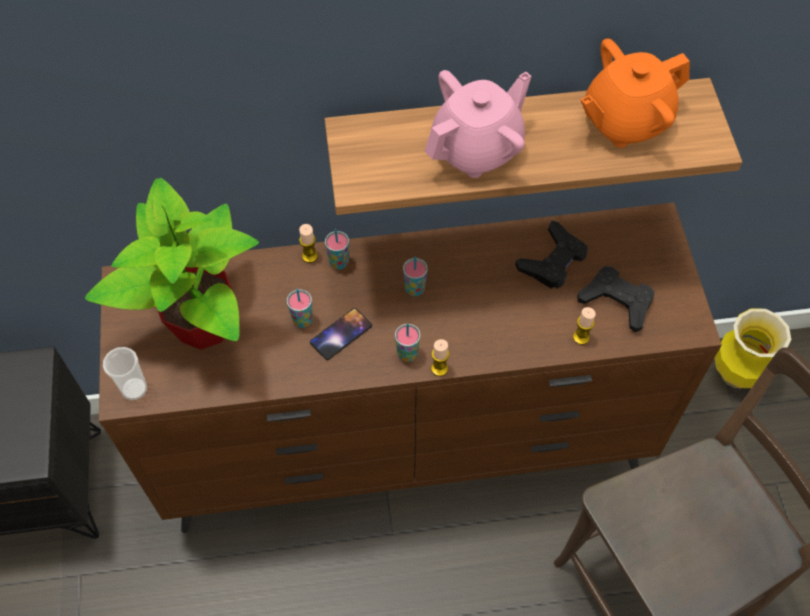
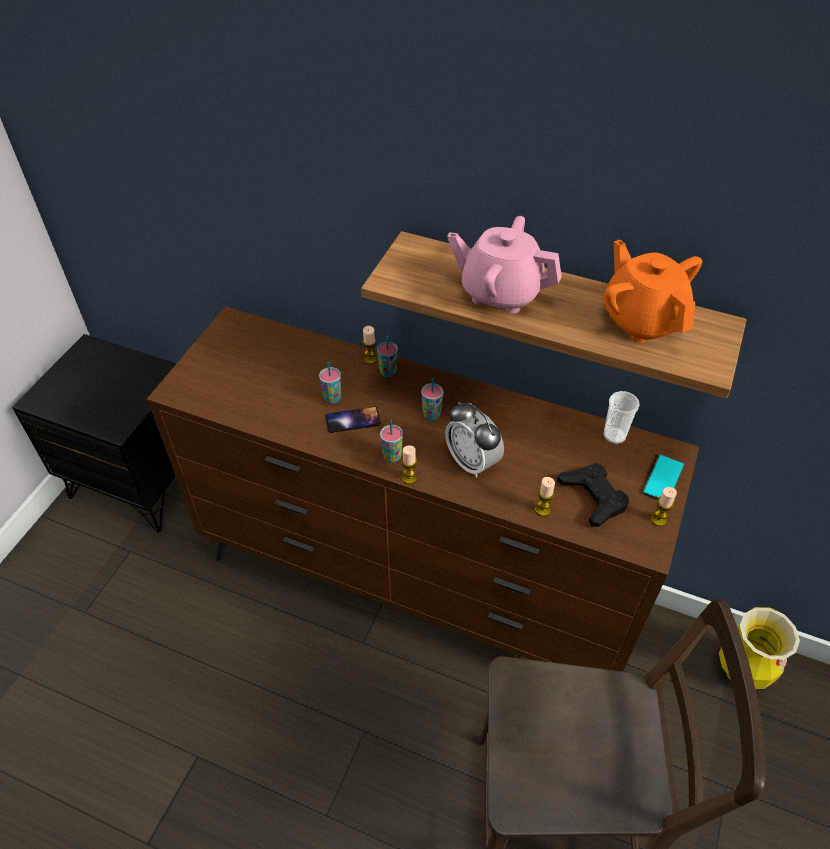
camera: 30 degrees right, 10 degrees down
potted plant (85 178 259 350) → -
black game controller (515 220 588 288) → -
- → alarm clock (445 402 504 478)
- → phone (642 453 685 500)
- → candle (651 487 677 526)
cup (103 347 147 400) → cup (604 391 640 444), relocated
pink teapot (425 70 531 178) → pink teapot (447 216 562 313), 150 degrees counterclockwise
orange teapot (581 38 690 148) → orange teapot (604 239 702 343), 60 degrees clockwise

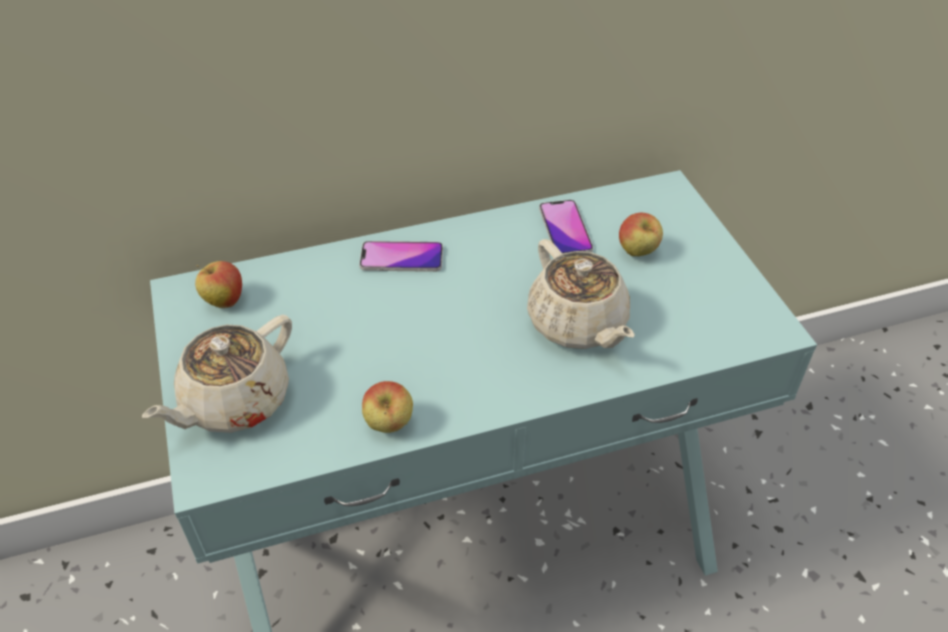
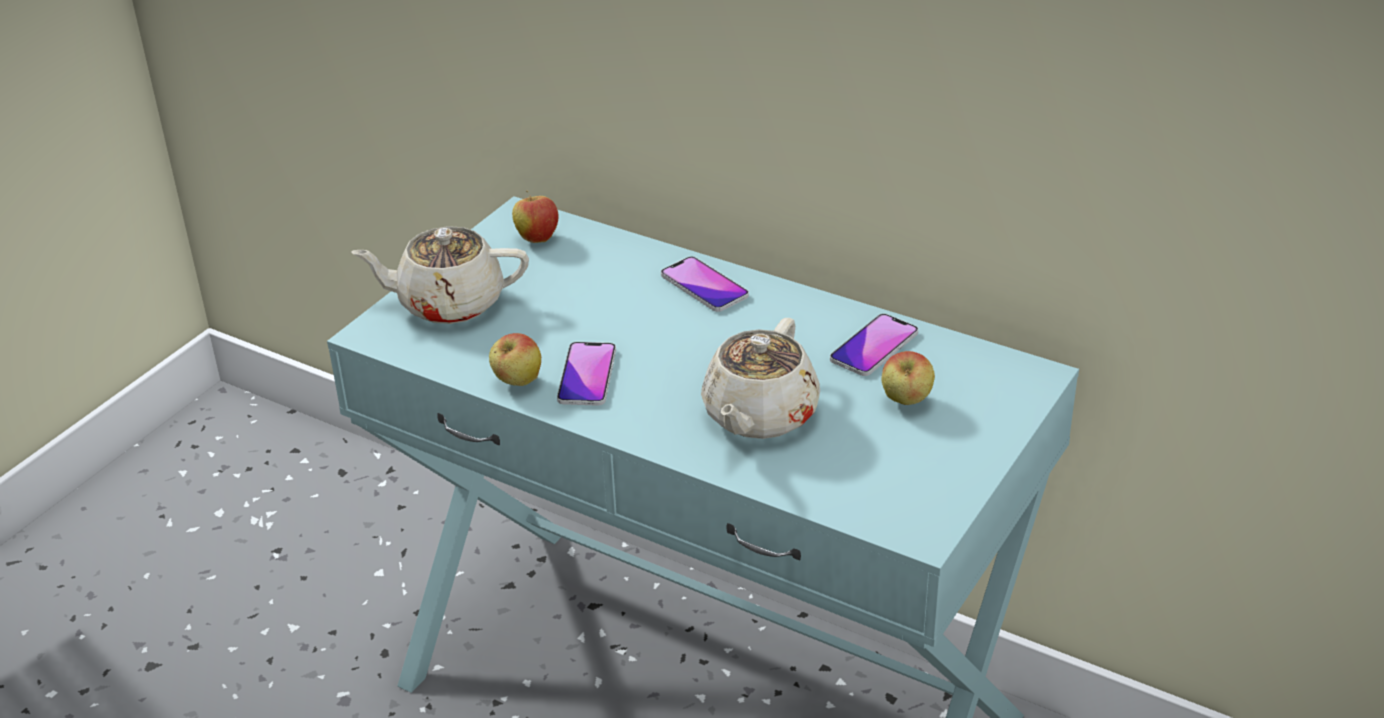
camera: 50 degrees right, 10 degrees down
- → phone (557 342 616 406)

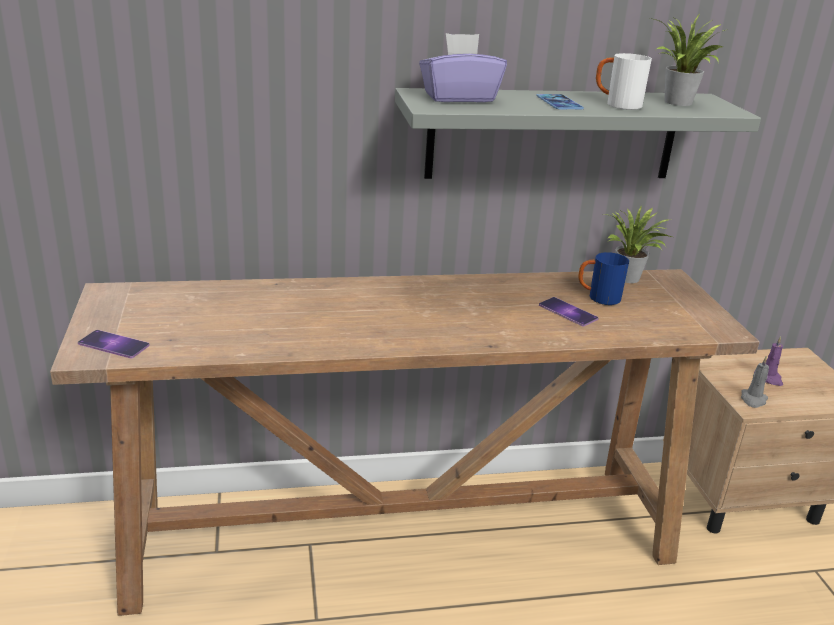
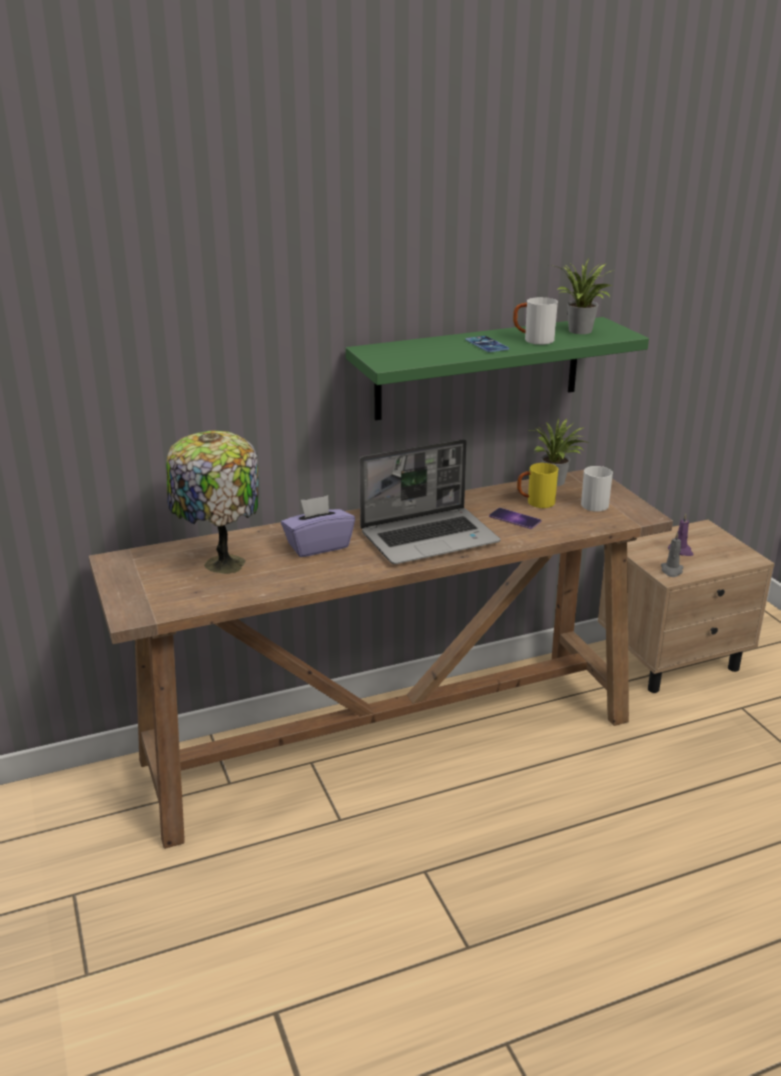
camera: 10 degrees left, 0 degrees up
phone (78 330 150 358) → -
- → table lamp (166 431 259 574)
- → laptop (360 439 500 564)
- → white mug (581 466 613 512)
purple tissue box (419 33 507 102) → purple tissue box (281 495 355 557), relocated
grey shelf (395 88 761 179) → green shelf (346 317 649 421)
blue mug (578 252 629 305) → yellow mug (517 463 558 508)

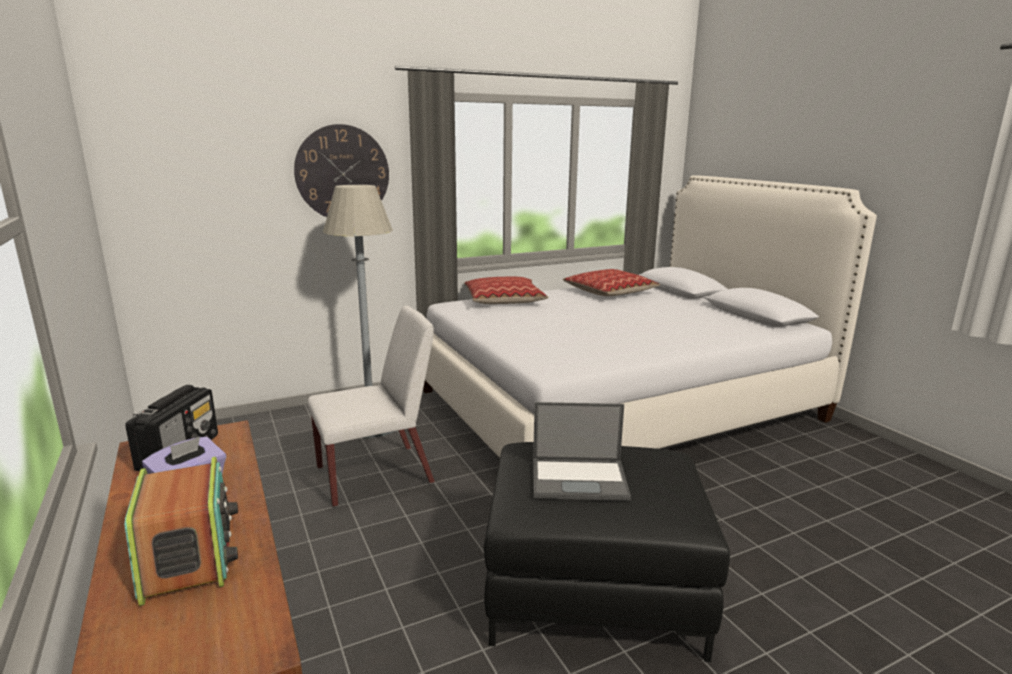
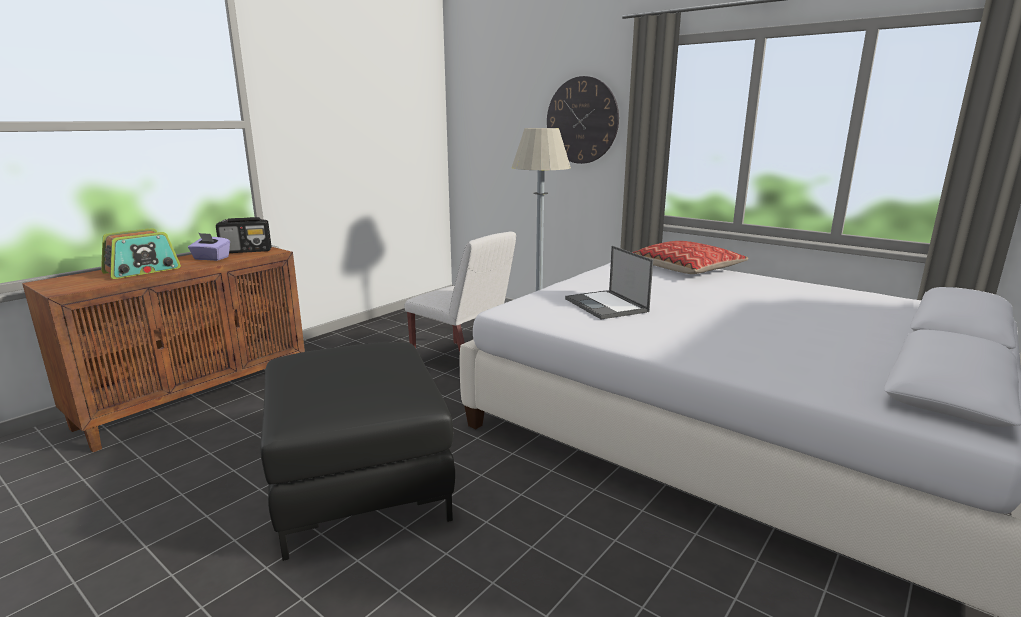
camera: 65 degrees right, 0 degrees up
pillow (563 269 661 296) → -
laptop (533 402 631 501) → laptop (565 246 653 319), relocated

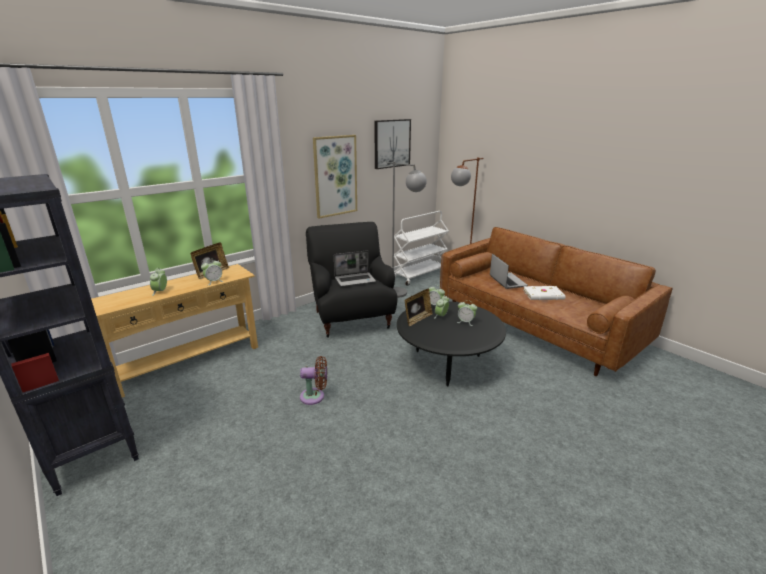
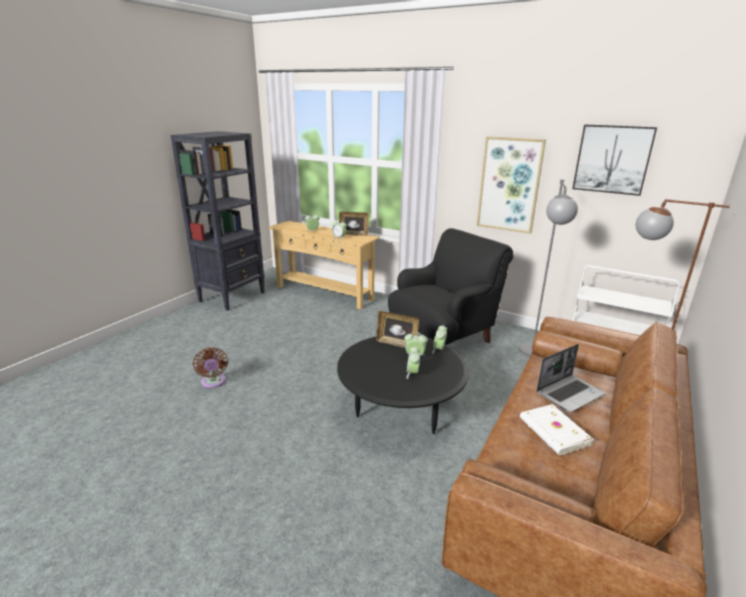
camera: 70 degrees right, 0 degrees up
laptop (334 250 376 286) → -
brown fan (300 356 327 405) → brown fan (193 347 228 388), relocated

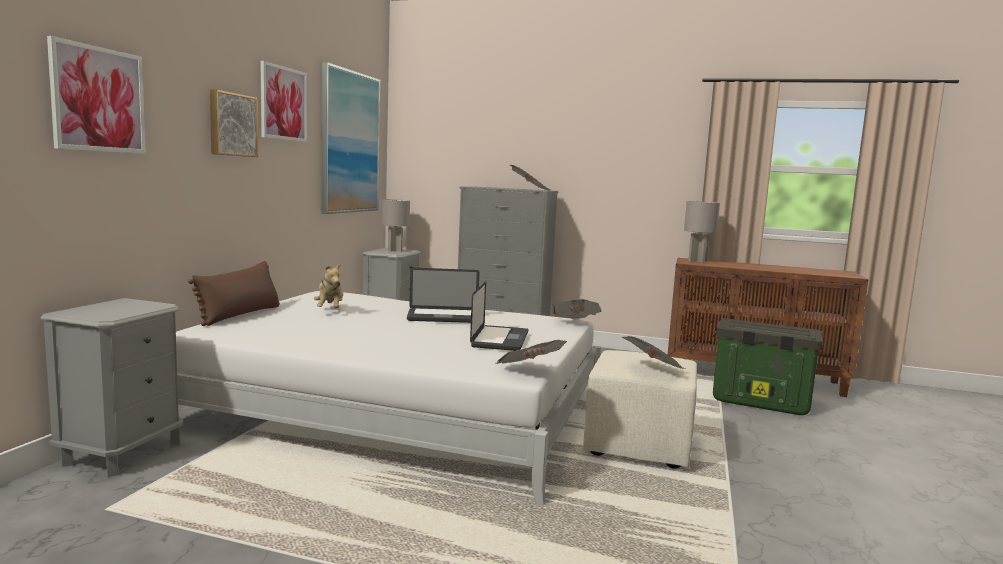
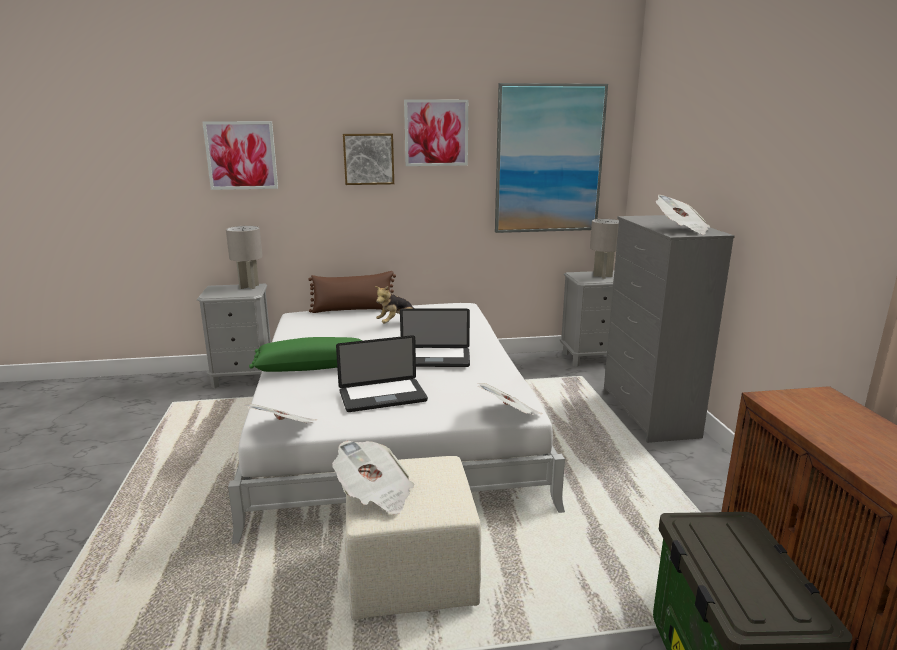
camera: 65 degrees right, 10 degrees up
- → green pillow (249 337 363 372)
grey table lamp (684 201 720 263) → grey table lamp (226 226 263 289), relocated
laptop (407 268 480 323) → laptop (400 308 470 367), 60 degrees counterclockwise

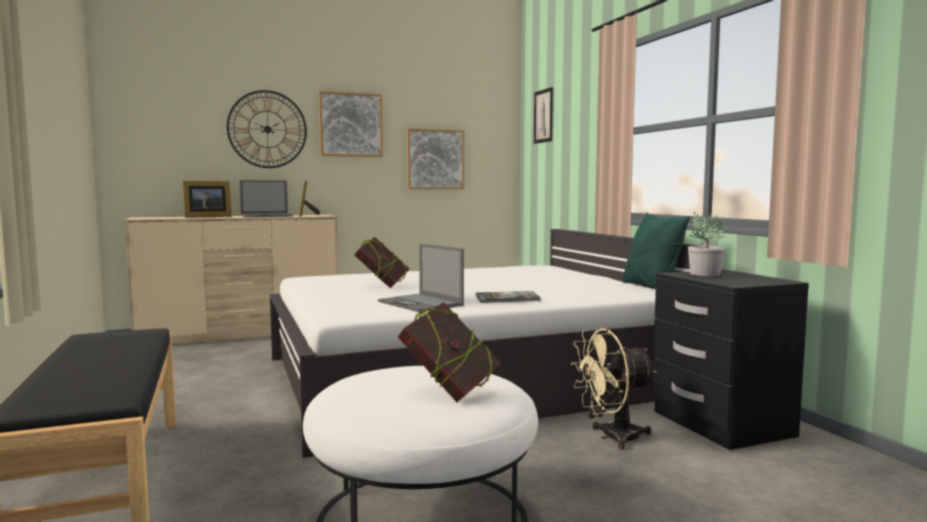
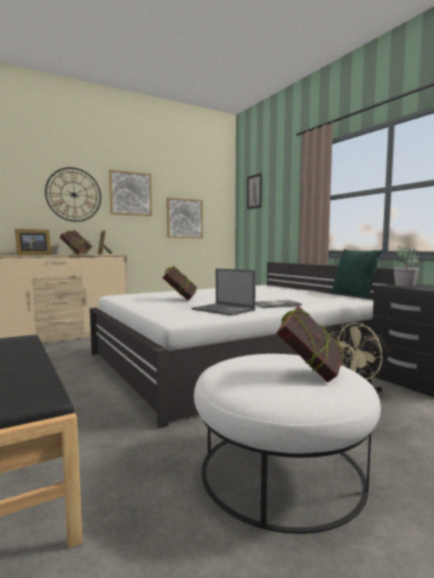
camera: 10 degrees left, 0 degrees up
laptop (240 180 293 217) → book (60 230 92 255)

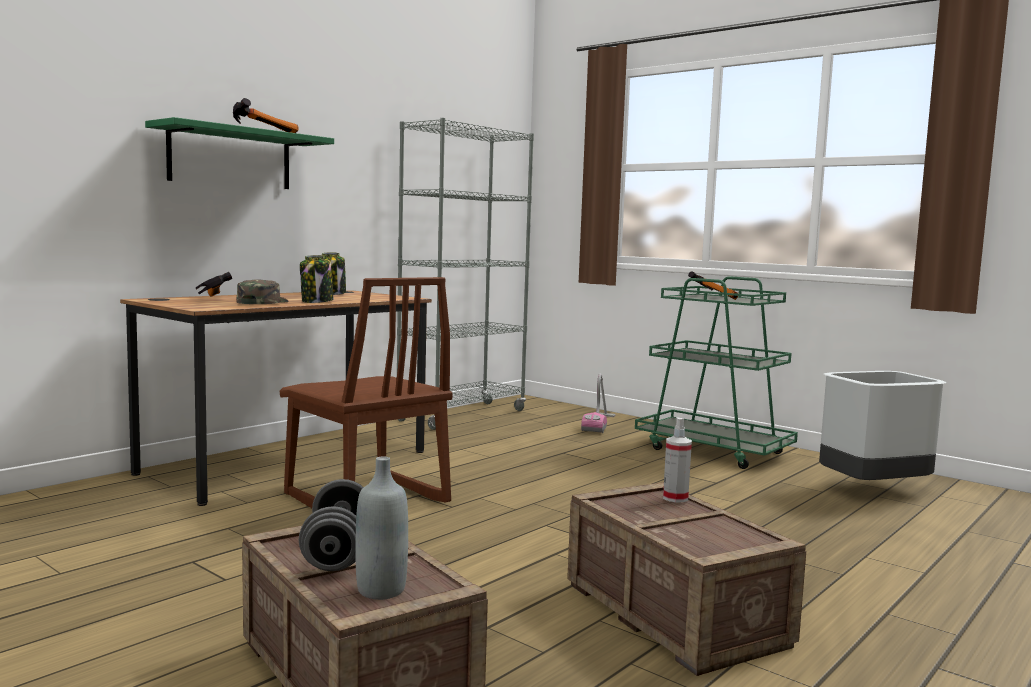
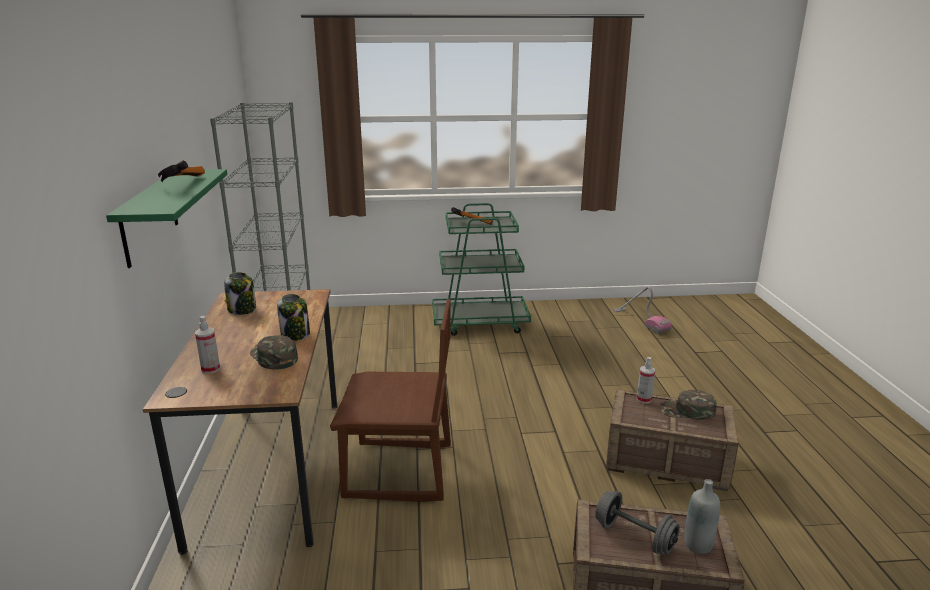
camera: 45 degrees left, 15 degrees up
grey trash can (819 371 946 480) → -
- → green cap (659 390 717 420)
vacuum cleaner (581 374 615 433) → vacuum cleaner (613 286 672 333), relocated
hammer (196 272 232 297) → spray bottle (195 316 220 374)

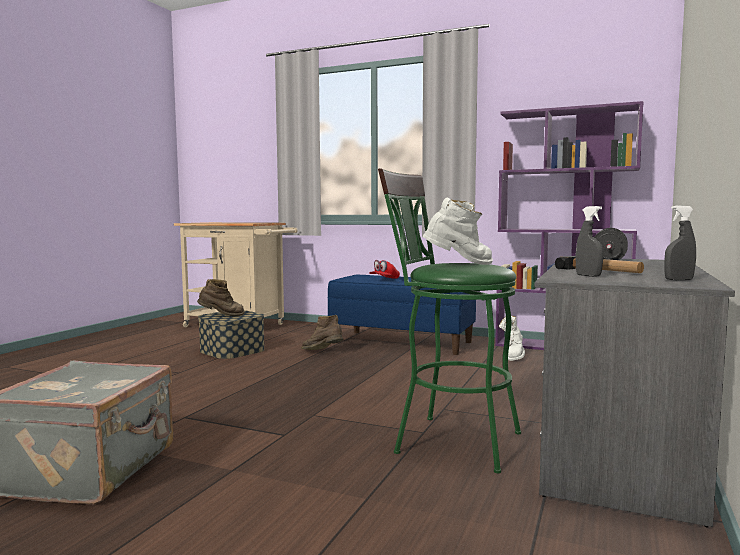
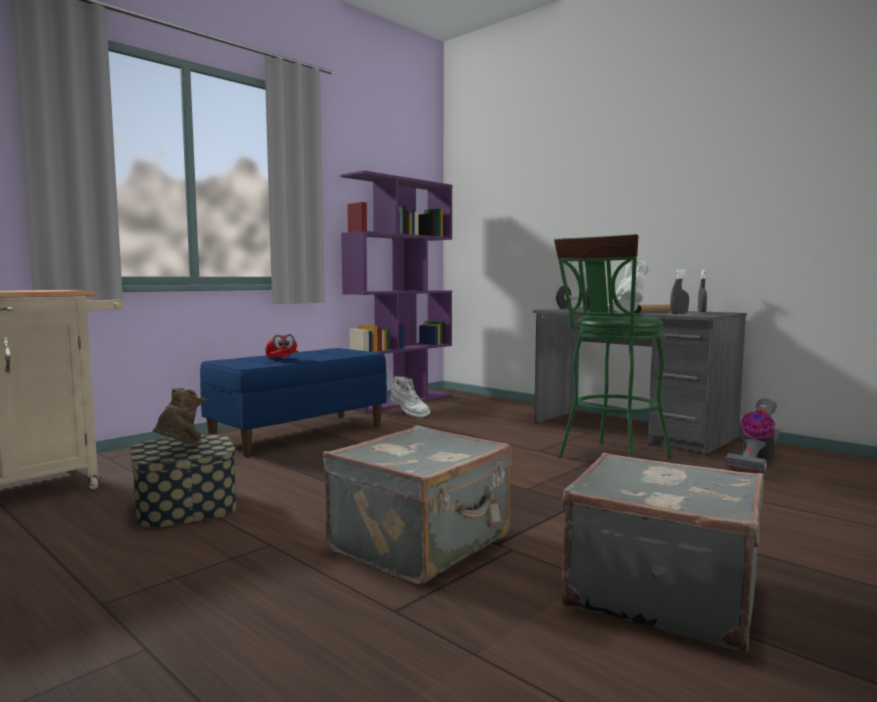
camera: 70 degrees left, 0 degrees up
brown boot (301 315 343 350) → -
- → grey suitcase (323 425 512 585)
- → vacuum cleaner (725 398 780 474)

